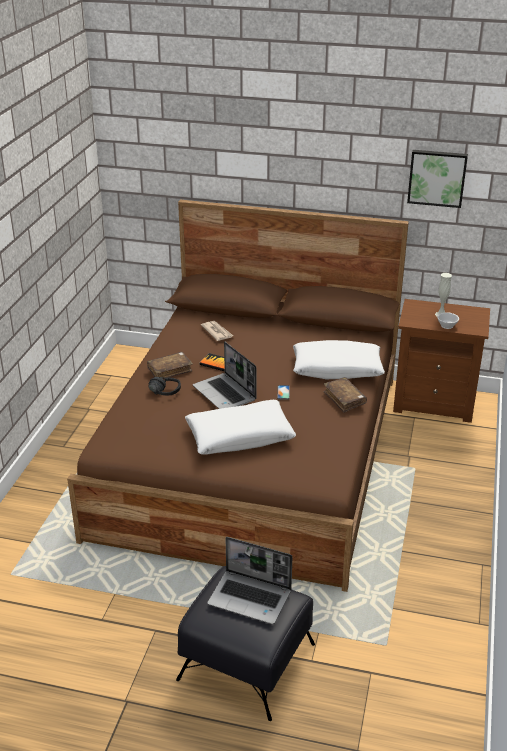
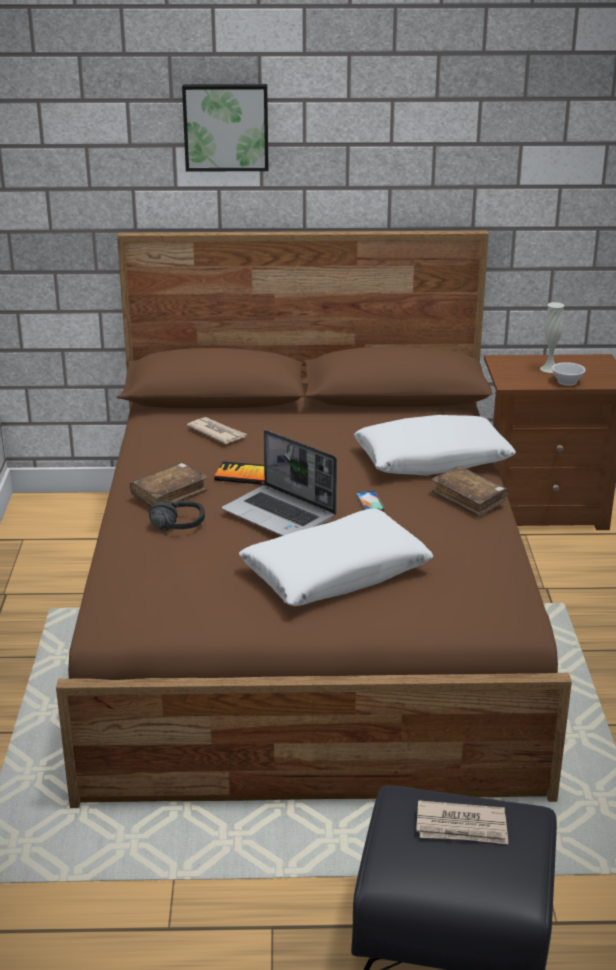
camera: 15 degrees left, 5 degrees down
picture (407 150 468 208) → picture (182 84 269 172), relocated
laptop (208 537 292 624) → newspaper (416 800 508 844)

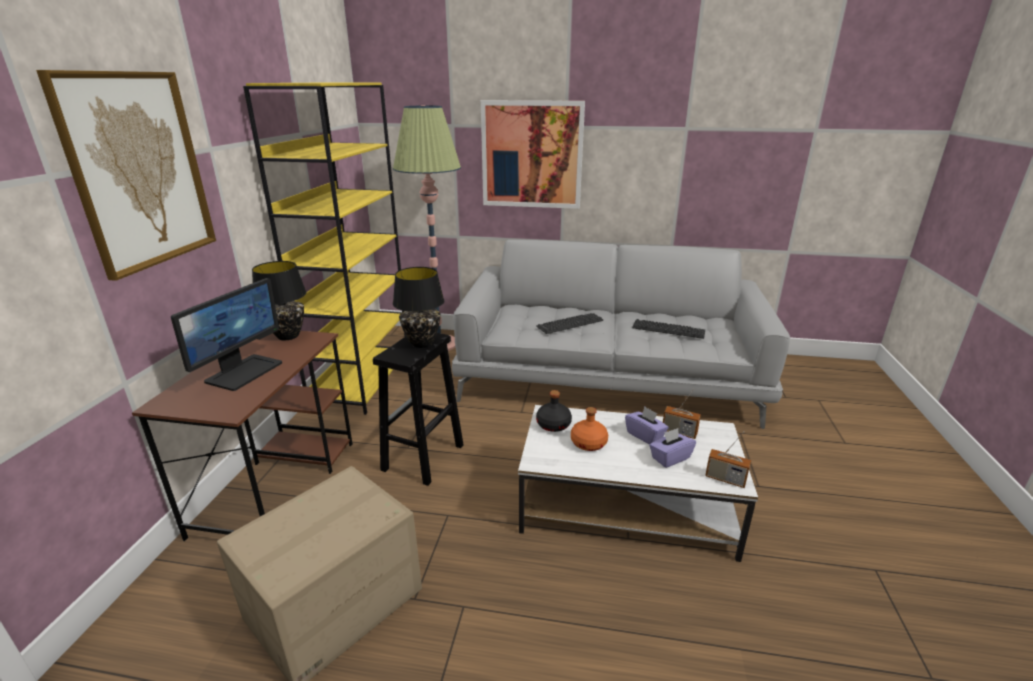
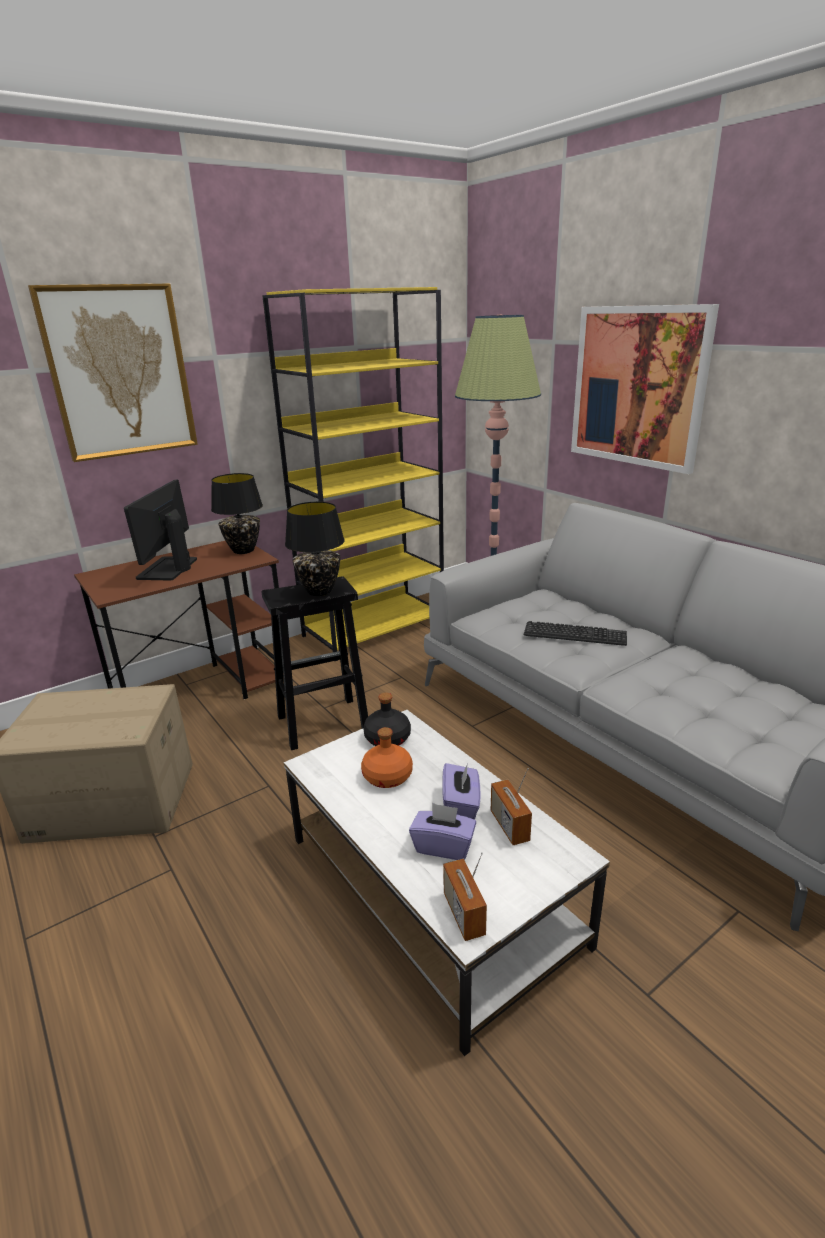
camera: 45 degrees right, 0 degrees up
keyboard (632 319 705 339) → -
monitor (171 278 282 391) → monitor (124 480 197 580), 120 degrees clockwise

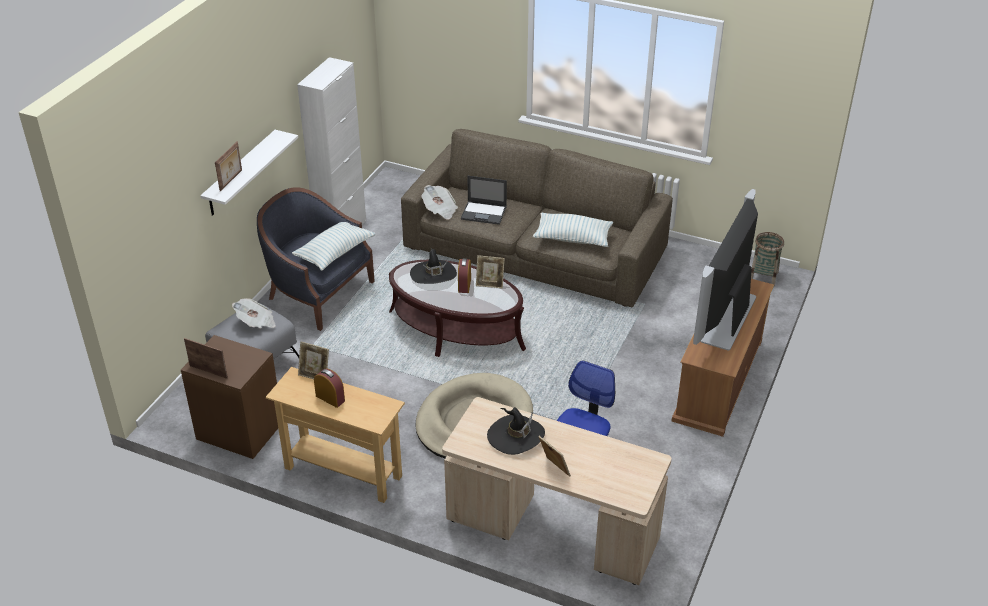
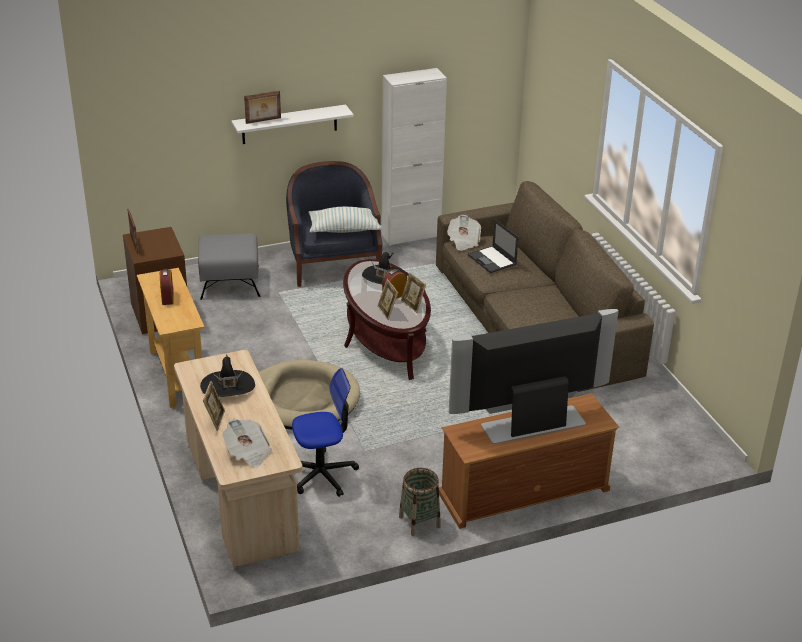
camera: 45 degrees right, 5 degrees down
pillow (533 213 613 247) → -
newspaper (232 298 276 329) → newspaper (222 419 272 468), relocated
picture frame (298 342 329 379) → picture frame (377 279 398 320), relocated
basket (751 232 784 286) → basket (399 468 441 536), relocated

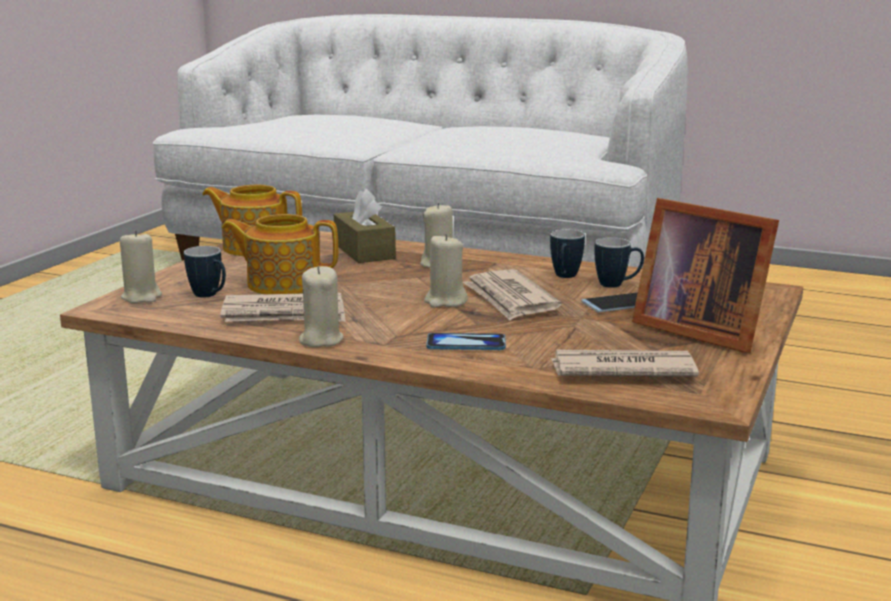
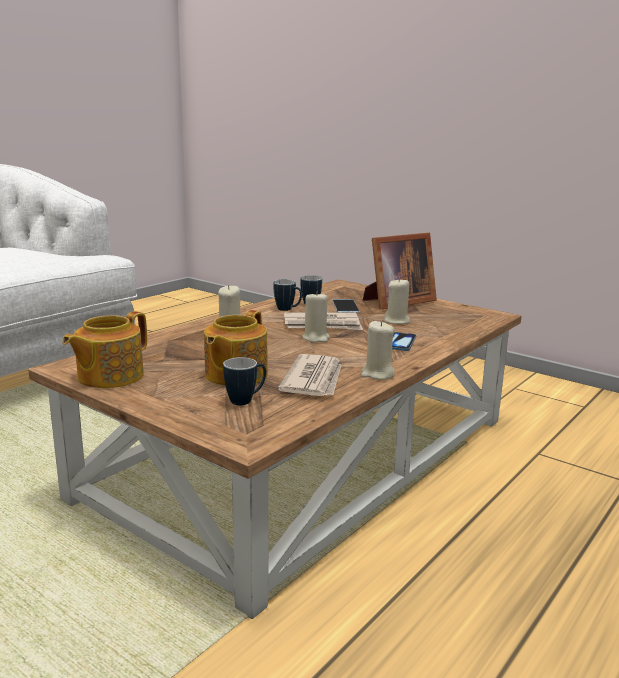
camera: 75 degrees left, 0 degrees up
brown tissue box (334 189 396 263) → -
newspaper (550 350 699 376) → -
beige candle (120 230 162 303) → beige candle (384 278 411 324), relocated

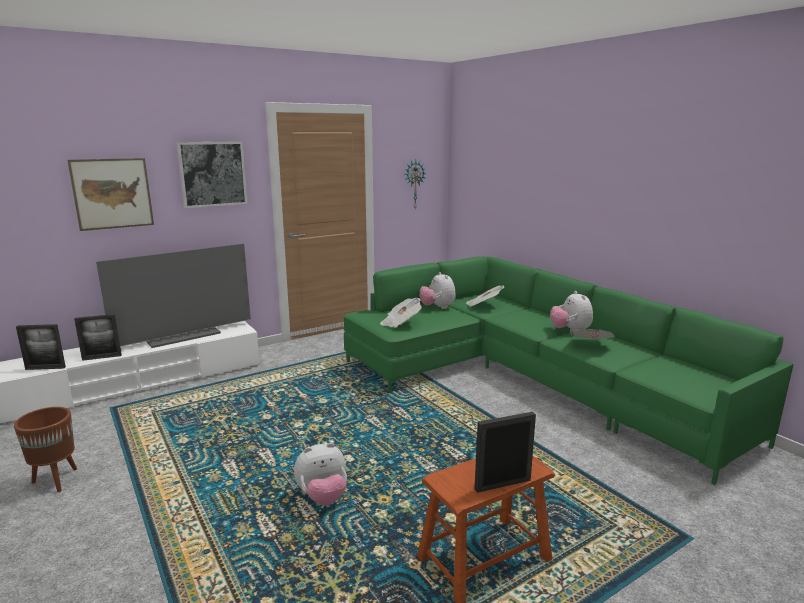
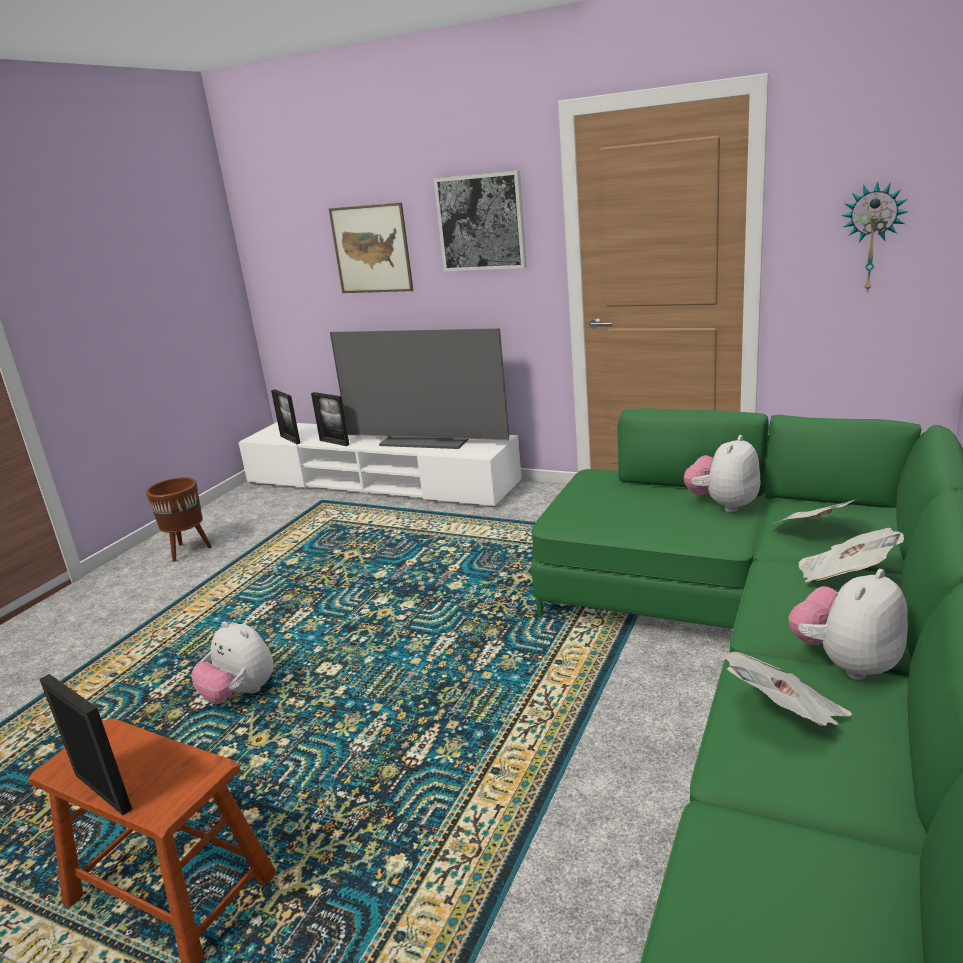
camera: 60 degrees right, 5 degrees up
newspaper (380 298 422 328) → newspaper (798 528 904 582), relocated

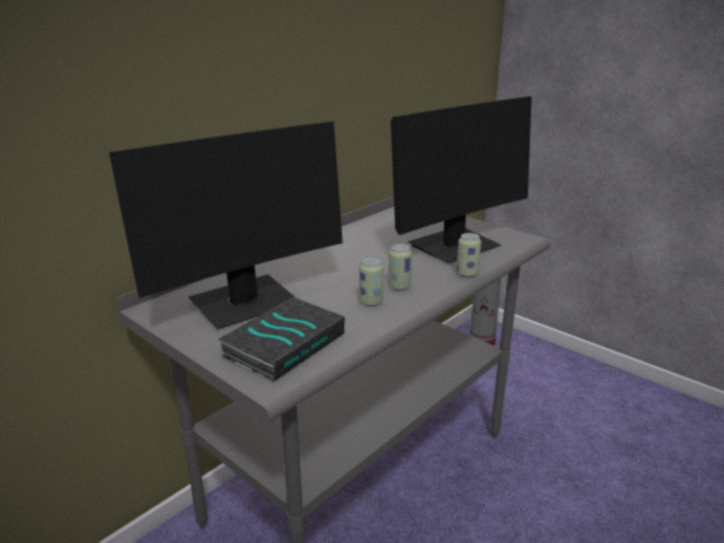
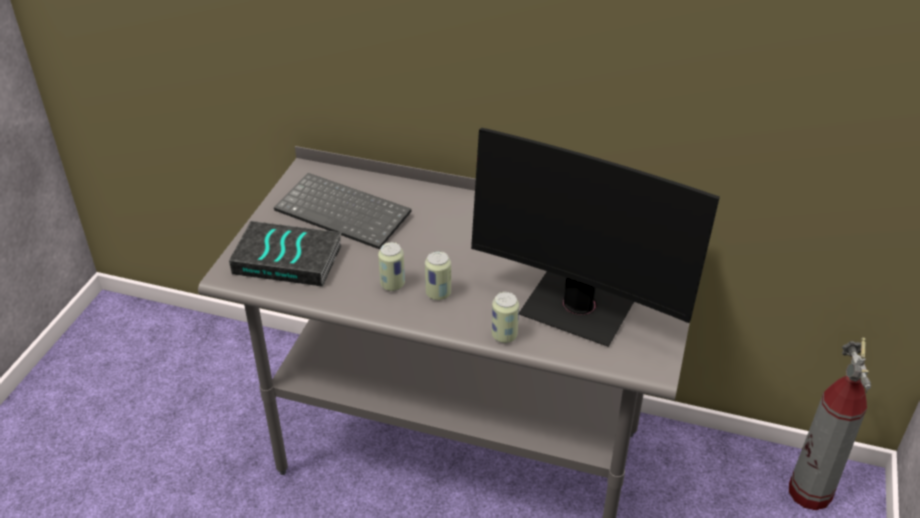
camera: 65 degrees right, 15 degrees up
monitor (109 121 343 329) → keyboard (274 173 412 250)

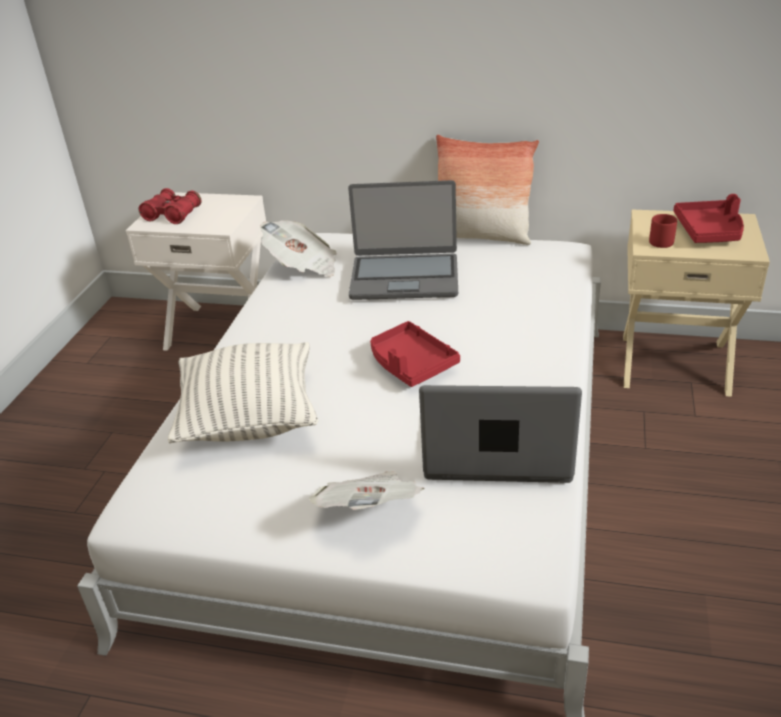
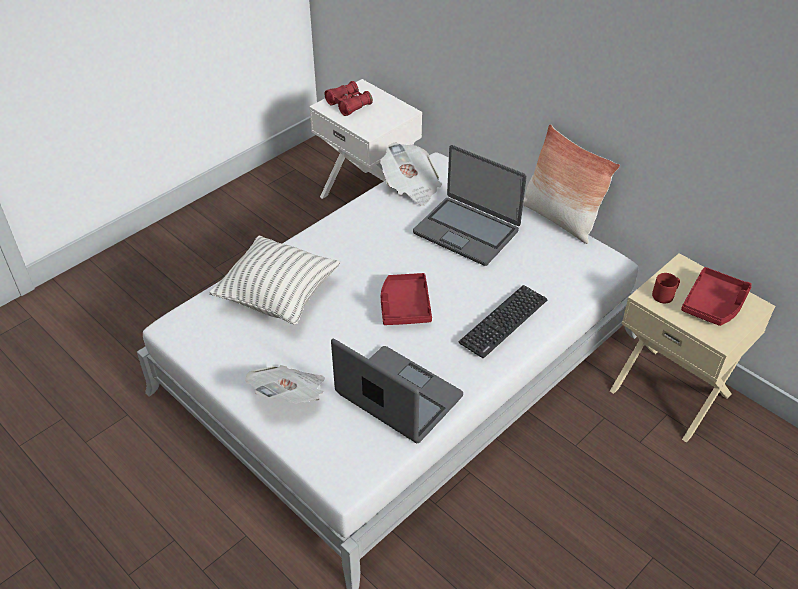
camera: 30 degrees right, 10 degrees up
- → keyboard (458 285 547 358)

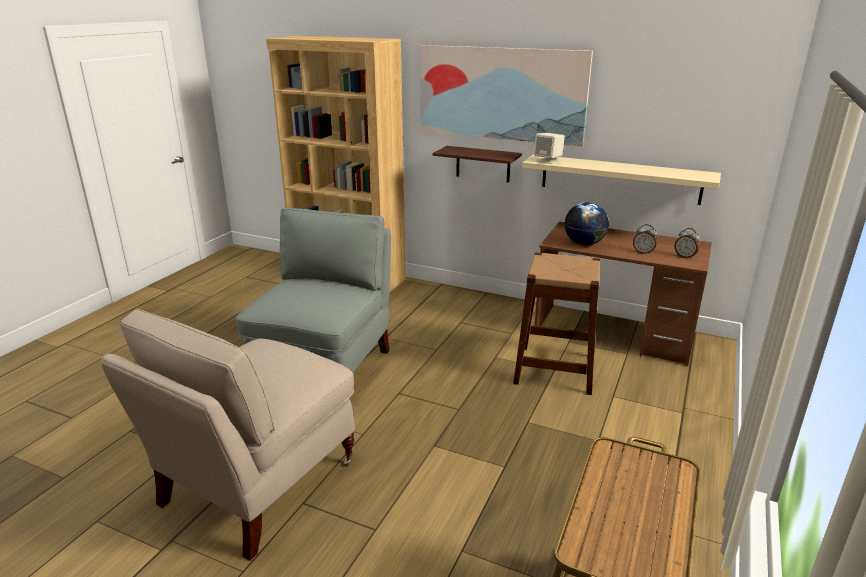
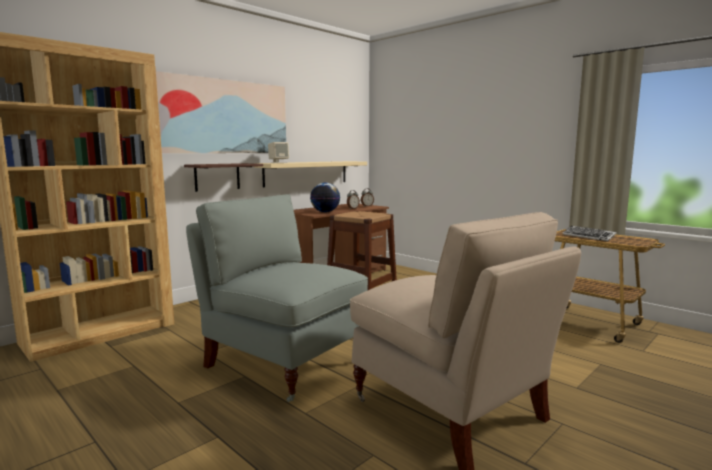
camera: 70 degrees left, 15 degrees down
- → keyboard (562 226 617 241)

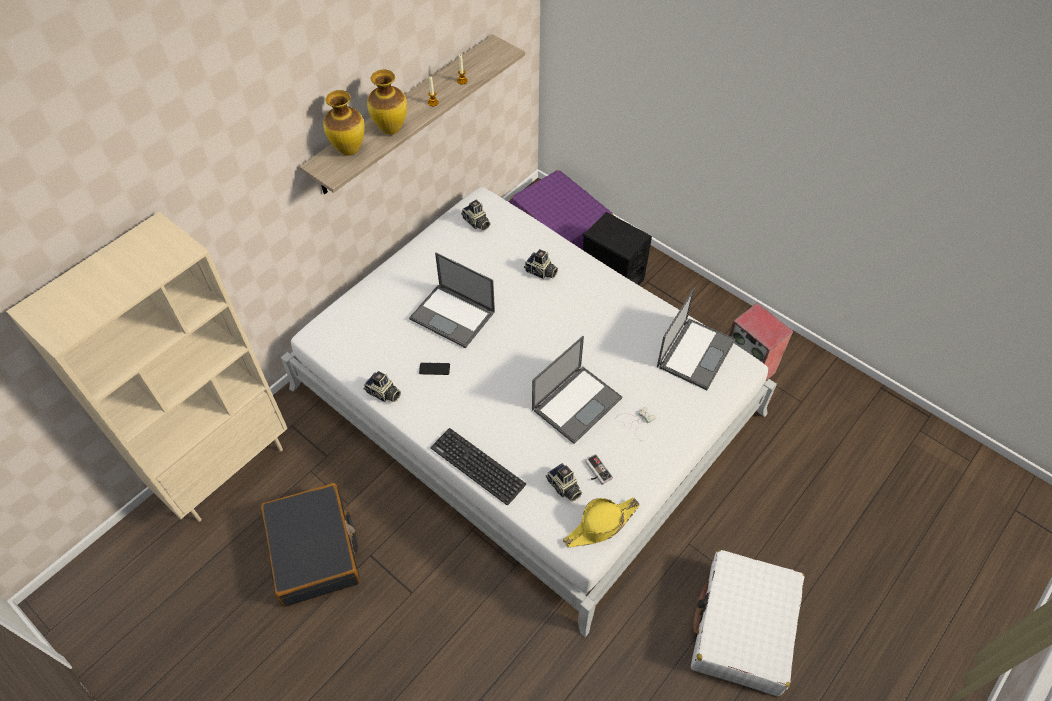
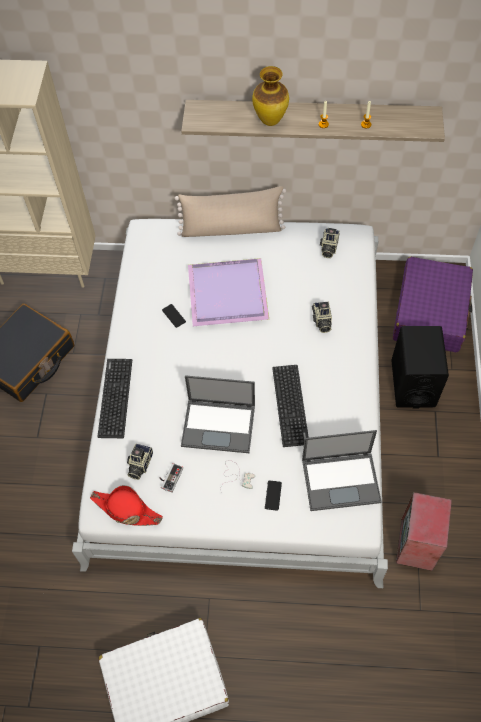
camera: 55 degrees right, 5 degrees up
vase (323 90 365 156) → -
photo camera (363 371 401 402) → -
- → beige pillow (175 186 286 237)
- → phone (265 480 282 511)
- → keyboard (272 365 309 447)
laptop (409 253 495 348) → purple tray (188 258 269 326)
yellow hat (563 497 640 547) → red hat (90 485 163 526)

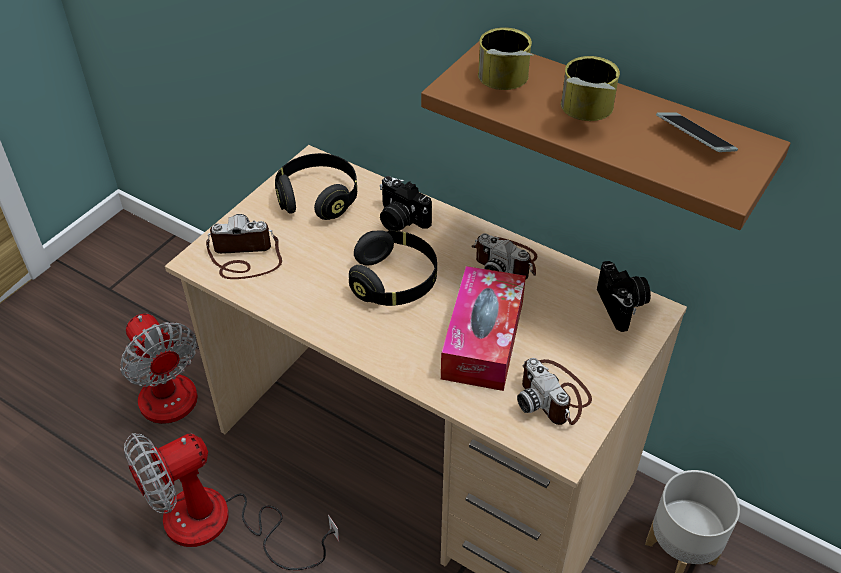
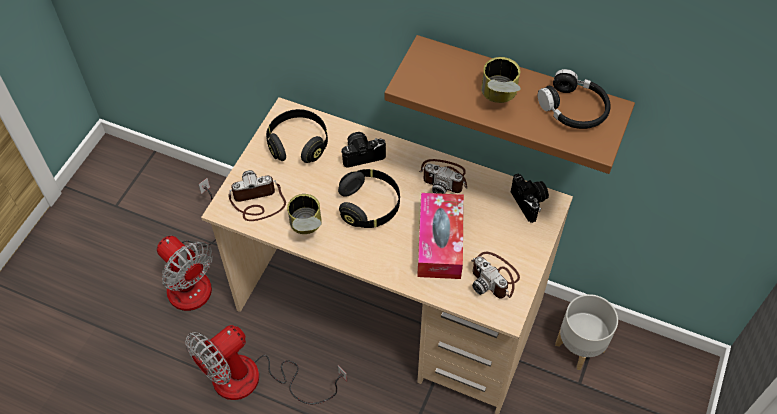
camera: 10 degrees left, 10 degrees up
can (478 27 534 90) → can (287 194 322 234), relocated
phone (656 112 738 152) → black headphones (538 69 611 129)
photo camera (380 176 432 231) → photo camera (341 132 386 168), 135 degrees clockwise

